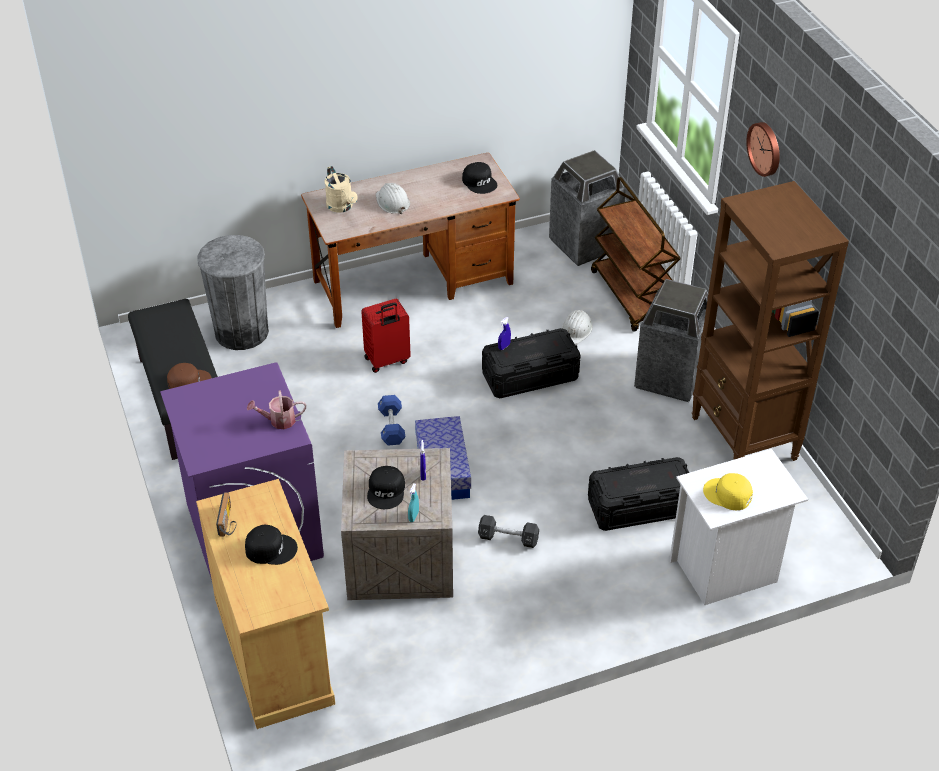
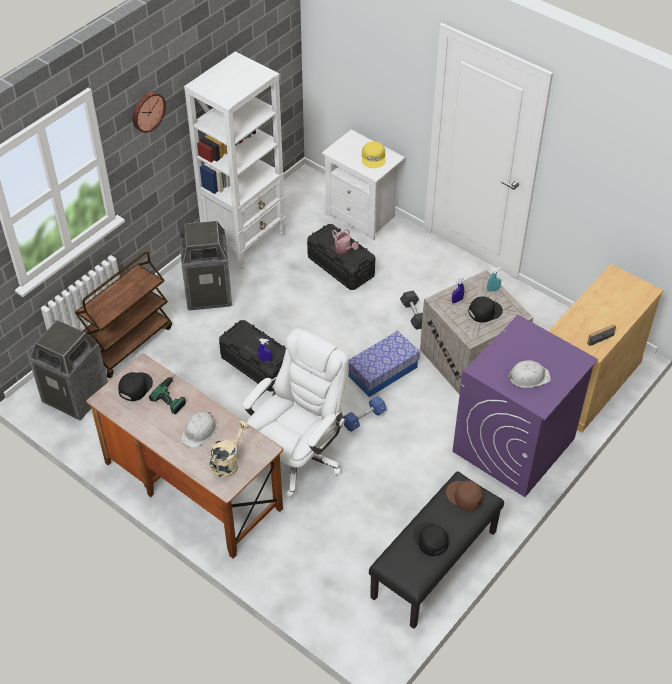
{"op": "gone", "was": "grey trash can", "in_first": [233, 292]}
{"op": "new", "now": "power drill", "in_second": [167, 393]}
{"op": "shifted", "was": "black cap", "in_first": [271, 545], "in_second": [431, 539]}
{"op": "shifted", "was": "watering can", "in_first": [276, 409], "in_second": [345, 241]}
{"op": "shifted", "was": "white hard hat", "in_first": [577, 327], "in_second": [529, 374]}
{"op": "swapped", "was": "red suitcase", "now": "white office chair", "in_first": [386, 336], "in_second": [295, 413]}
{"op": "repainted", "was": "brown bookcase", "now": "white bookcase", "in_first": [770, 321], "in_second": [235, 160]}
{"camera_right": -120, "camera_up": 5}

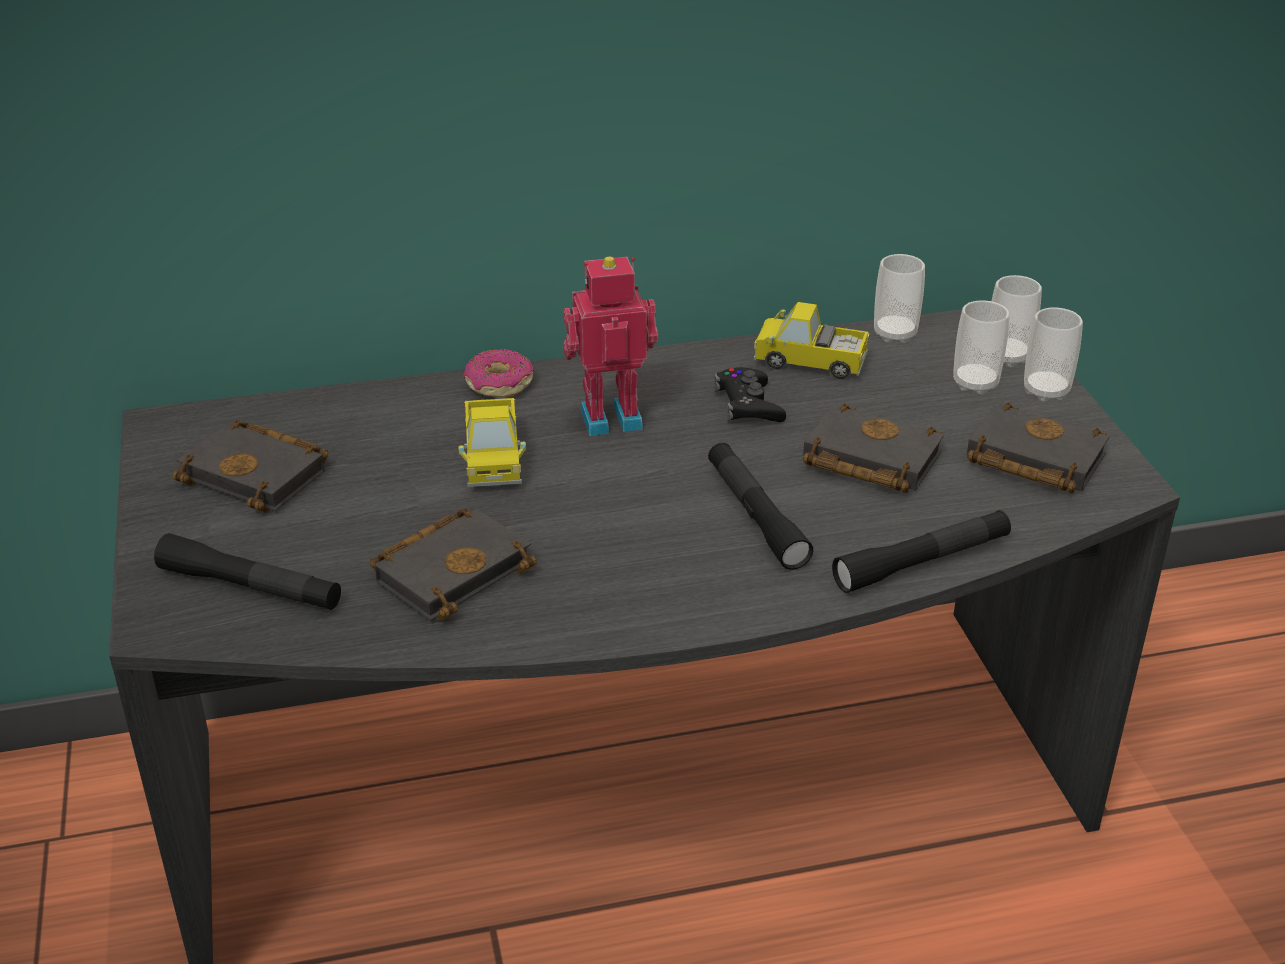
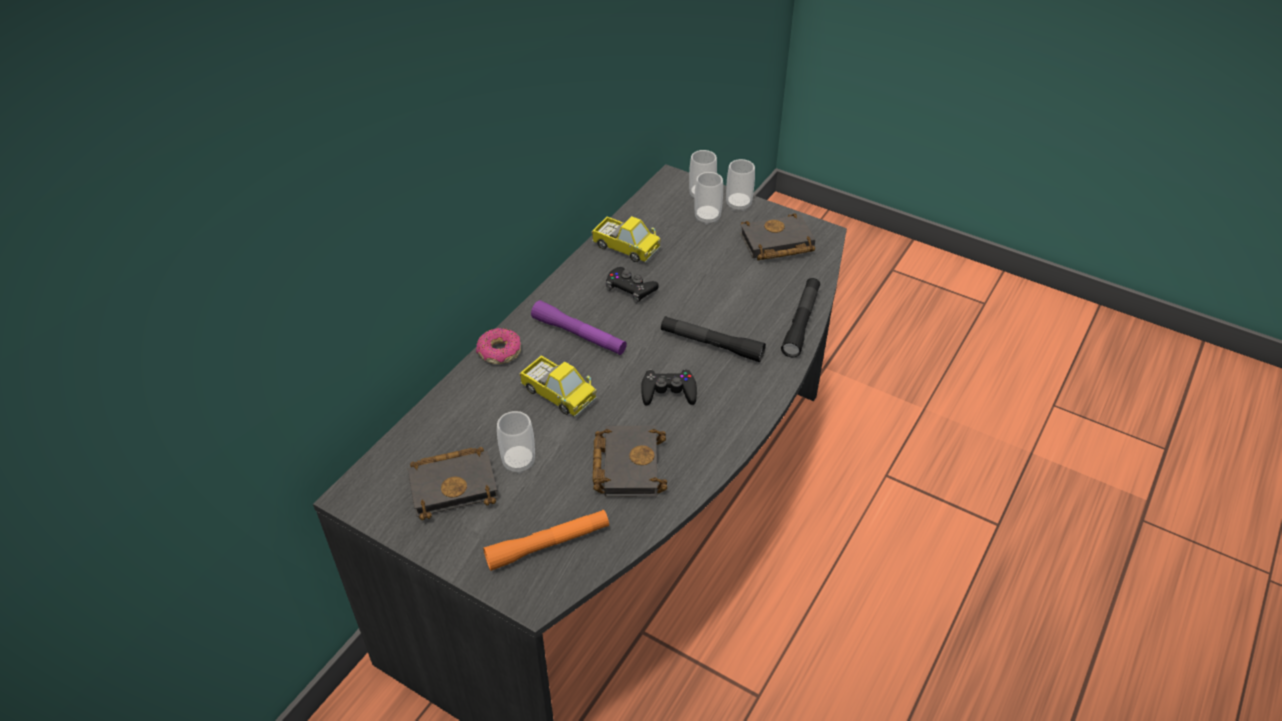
{"op": "gone", "was": "black book", "in_first": [873, 448]}
{"op": "new", "now": "black game controller", "in_second": [669, 387]}
{"op": "shifted", "was": "cup", "in_first": [899, 298], "in_second": [516, 442]}
{"op": "swapped", "was": "toy robot", "now": "purple flashlight", "in_first": [610, 346], "in_second": [579, 327]}
{"op": "repainted", "was": "black flashlight", "now": "orange flashlight", "in_first": [247, 571], "in_second": [546, 540]}
{"op": "rotated", "was": "toy truck", "in_first": [812, 340], "in_second": [626, 239], "clockwise": -120}
{"camera_right": -45, "camera_up": 10}

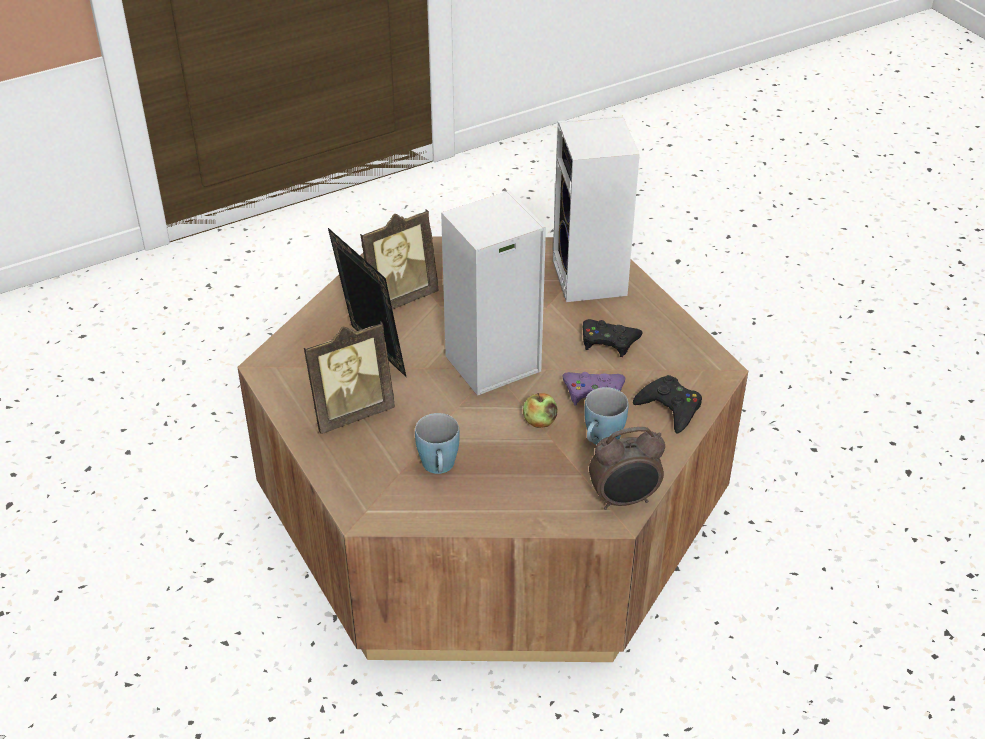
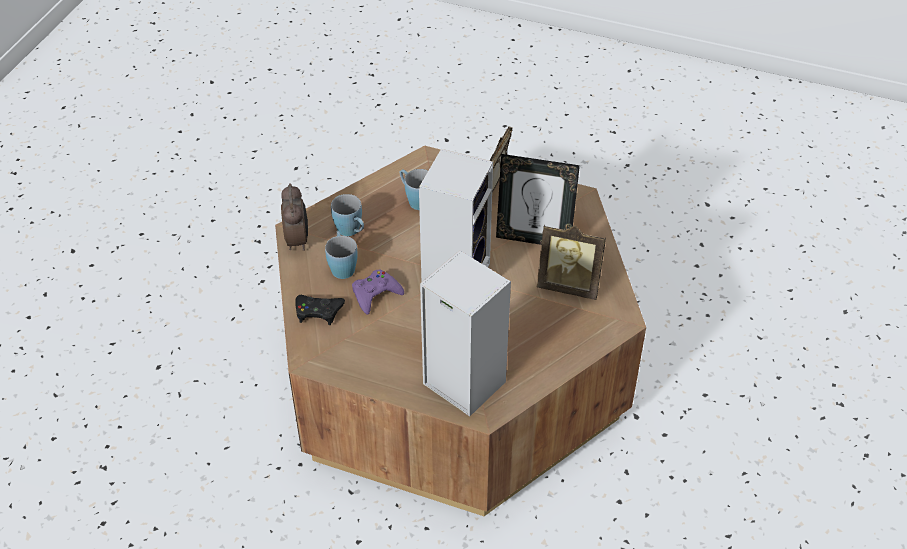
{"op": "gone", "was": "apple", "in_first": [540, 410]}
{"op": "gone", "was": "black game controller", "in_first": [613, 338]}
{"op": "new", "now": "blue mug", "in_second": [347, 215]}
{"op": "rotated", "was": "picture frame", "in_first": [399, 260], "in_second": [571, 262], "clockwise": -90}
{"op": "rotated", "was": "alarm clock", "in_first": [627, 468], "in_second": [294, 217], "clockwise": 135}
{"camera_right": 140, "camera_up": 5}

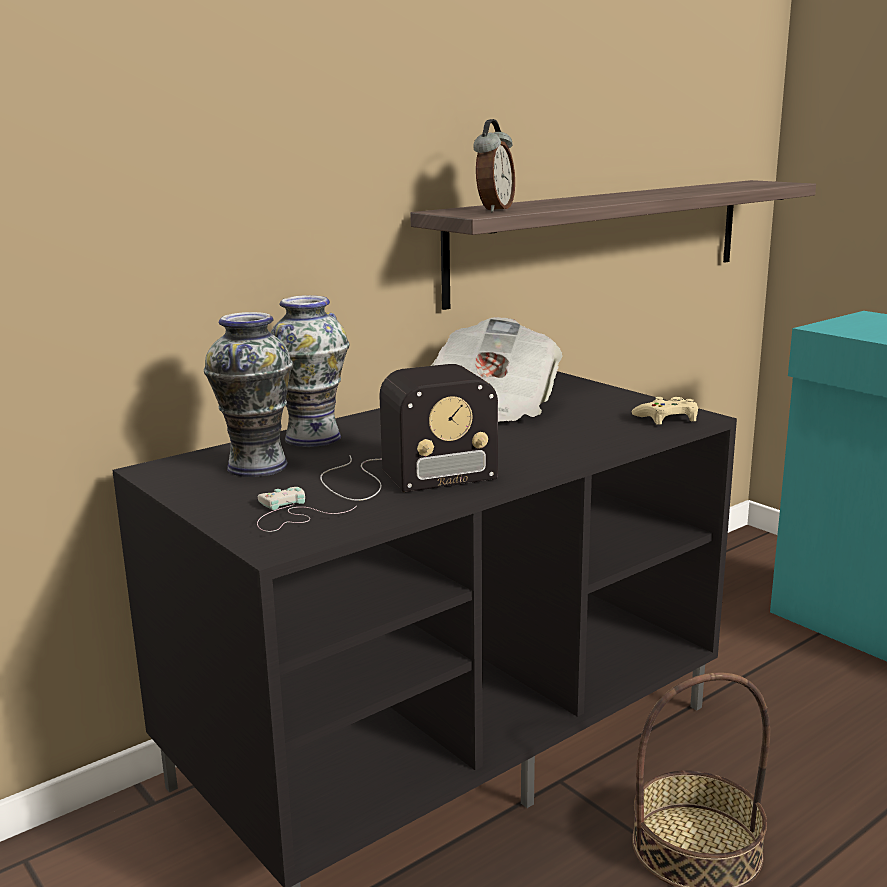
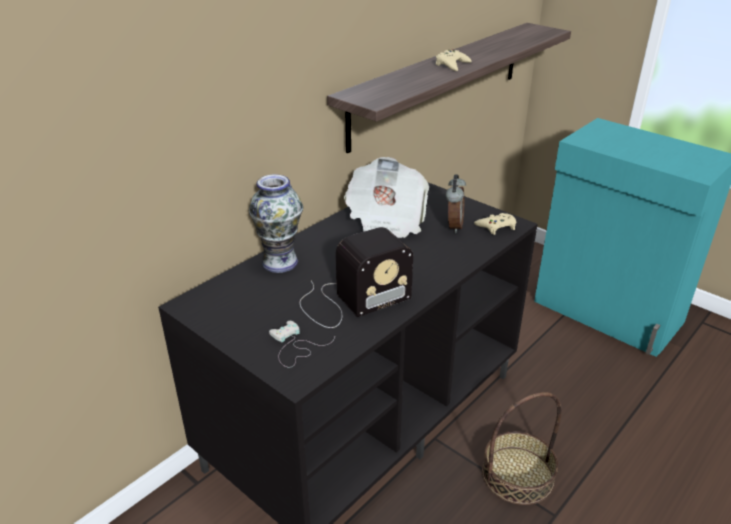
{"op": "gone", "was": "vase", "in_first": [248, 394]}
{"op": "new", "now": "beige game controller", "in_second": [454, 60]}
{"op": "shifted", "was": "alarm clock", "in_first": [494, 165], "in_second": [456, 204]}
{"camera_right": -10, "camera_up": 15}

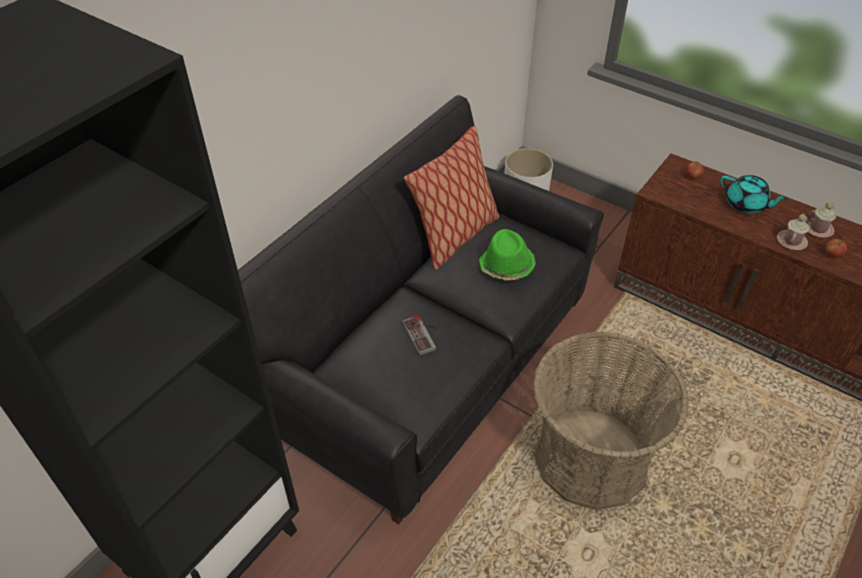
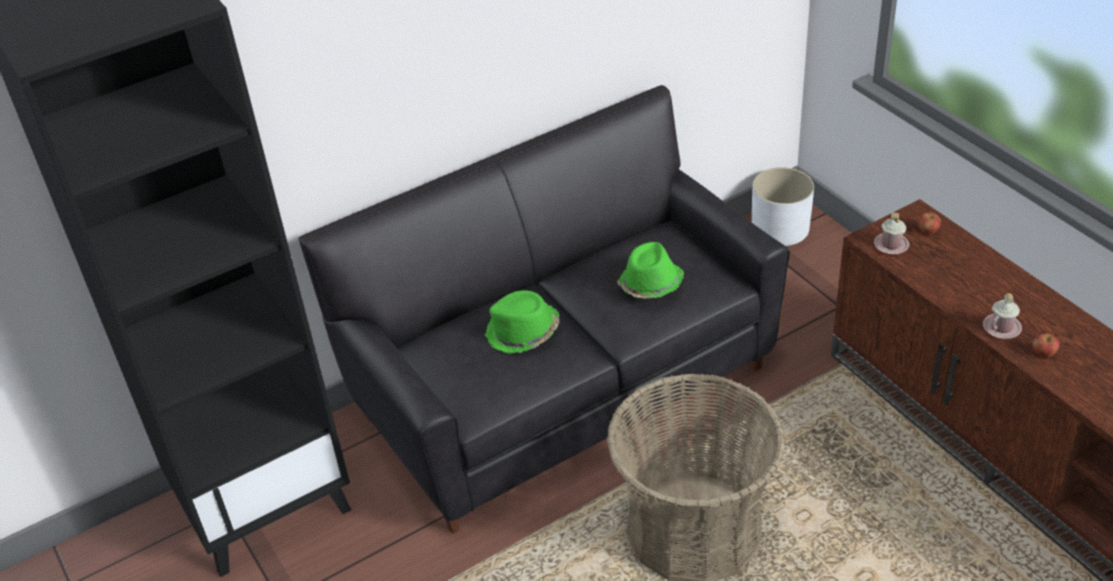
{"op": "gone", "was": "pillow", "in_first": [451, 198]}
{"op": "gone", "was": "turquoise teapot", "in_first": [754, 194]}
{"op": "shifted", "was": "pink mug", "in_first": [820, 220], "in_second": [891, 234]}
{"op": "swapped", "was": "game controller", "now": "green hat", "in_first": [419, 335], "in_second": [522, 322]}
{"camera_right": 25, "camera_up": -5}

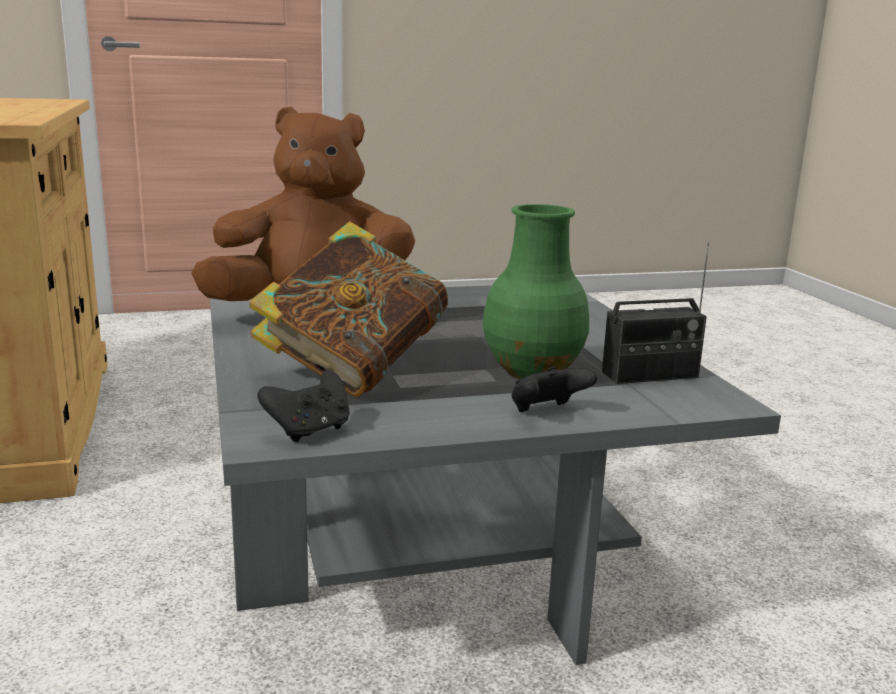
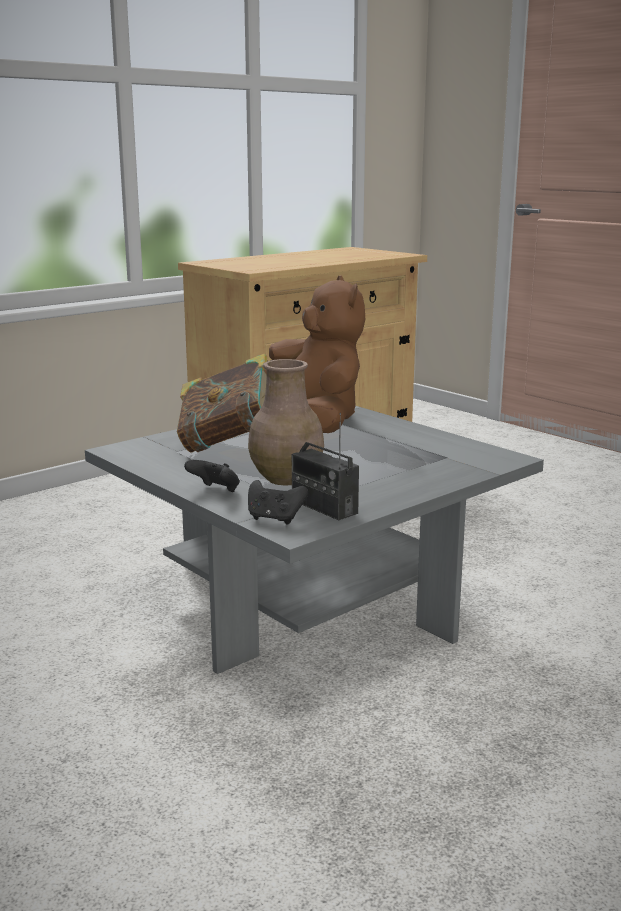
{"op": "shifted", "was": "black game controller", "in_first": [303, 406], "in_second": [278, 502]}
{"op": "repainted", "was": "green vase", "now": "brown vase", "in_first": [536, 291], "in_second": [286, 422]}
{"camera_right": 65, "camera_up": 0}

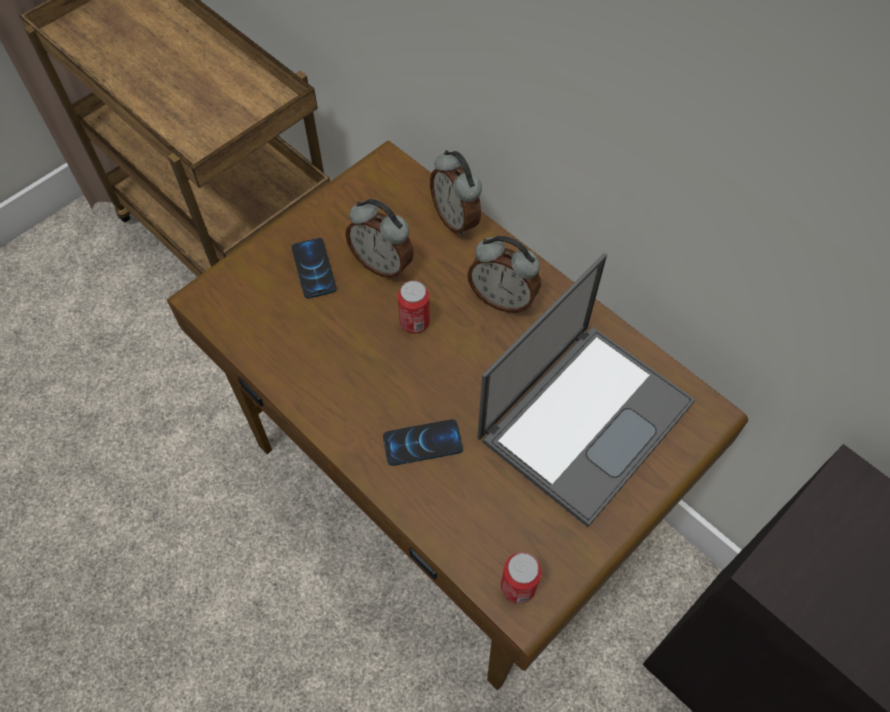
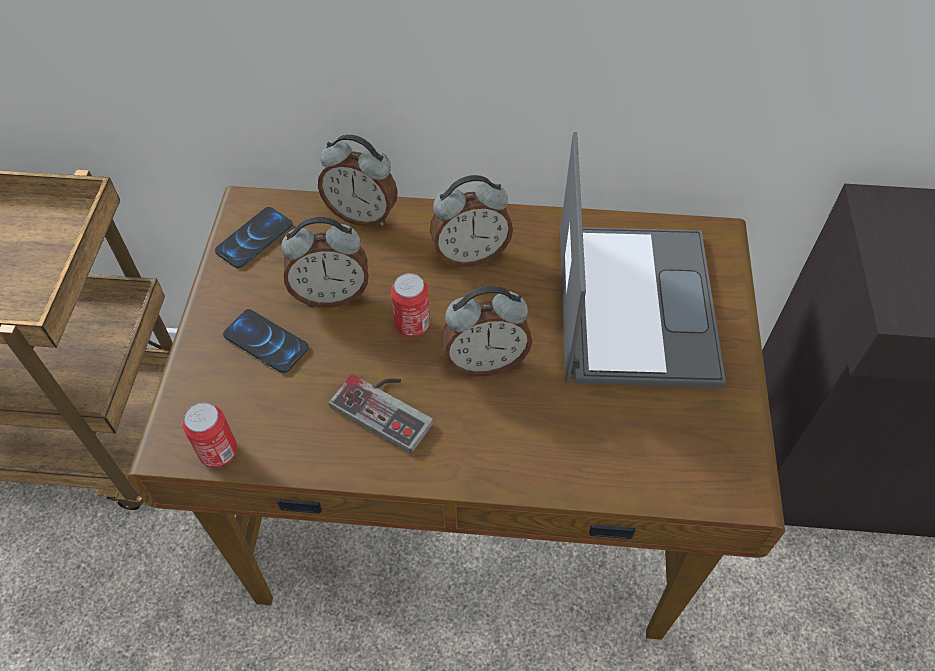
{"op": "new", "now": "game controller", "in_second": [381, 414]}
{"op": "new", "now": "alarm clock", "in_second": [486, 331]}
{"op": "shifted", "was": "phone", "in_first": [423, 442], "in_second": [254, 237]}
{"op": "shifted", "was": "can", "in_first": [521, 578], "in_second": [210, 435]}
{"camera_right": -40, "camera_up": -5}

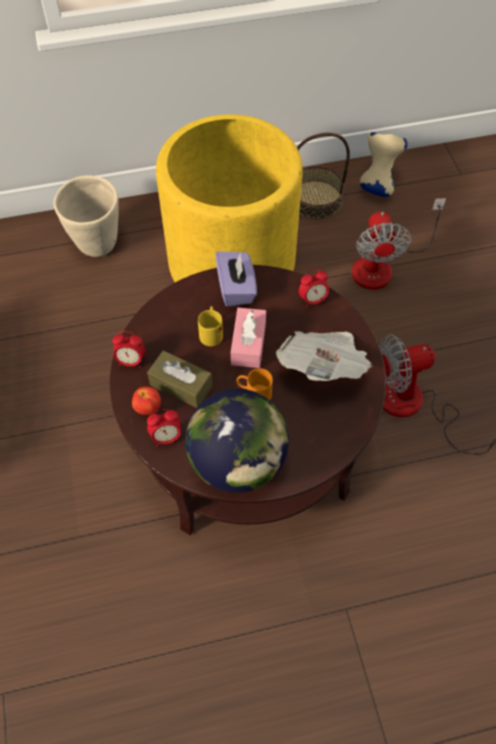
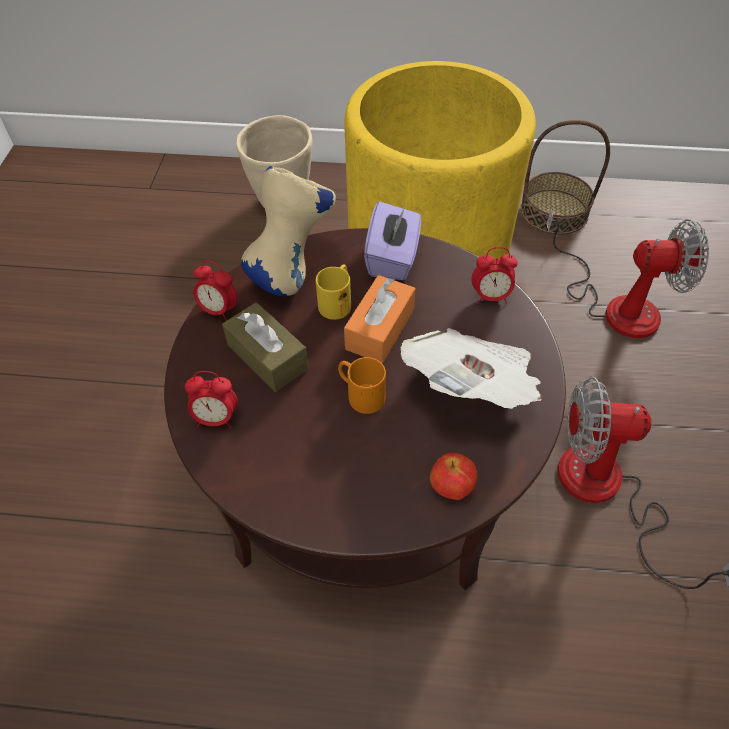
{"op": "gone", "was": "globe", "in_first": [237, 441]}
{"op": "shifted", "was": "apple", "in_first": [146, 400], "in_second": [453, 476]}
{"op": "shifted", "was": "beige vase", "in_first": [384, 164], "in_second": [288, 231]}
{"op": "repainted", "was": "pink tissue box", "now": "orange tissue box", "in_first": [248, 338], "in_second": [380, 319]}
{"op": "rotated", "was": "fan", "in_first": [399, 244], "in_second": [628, 273], "clockwise": -105}
{"camera_right": 20, "camera_up": -5}

